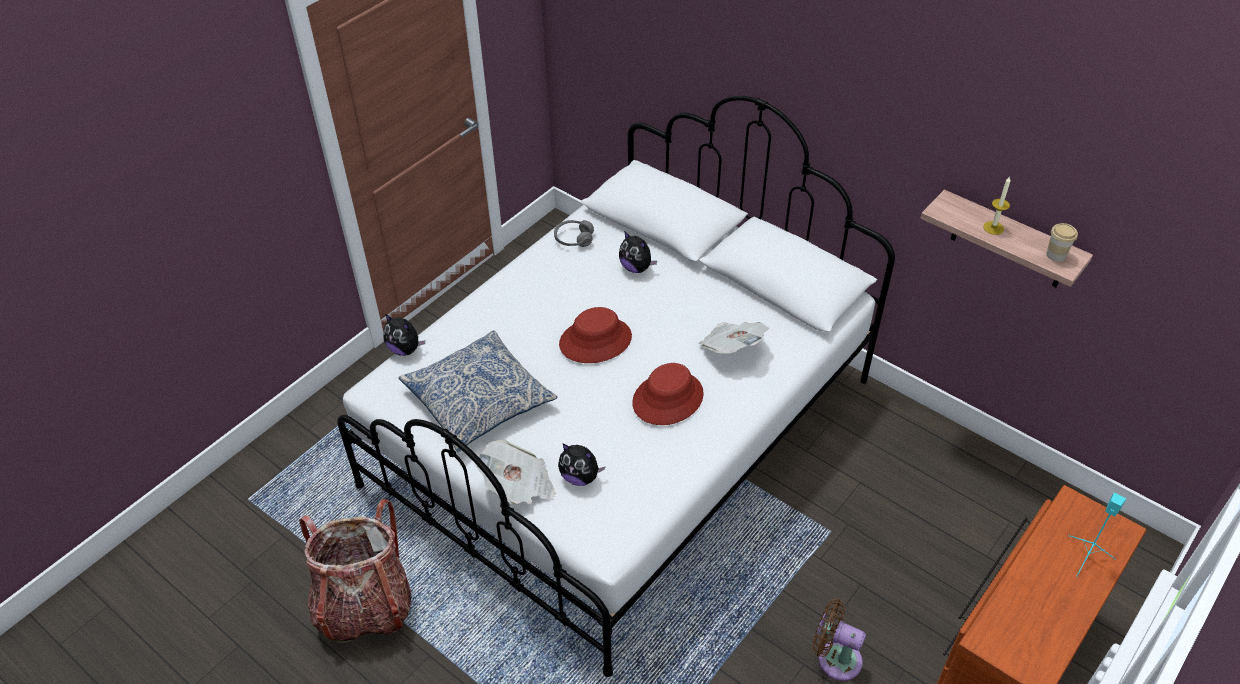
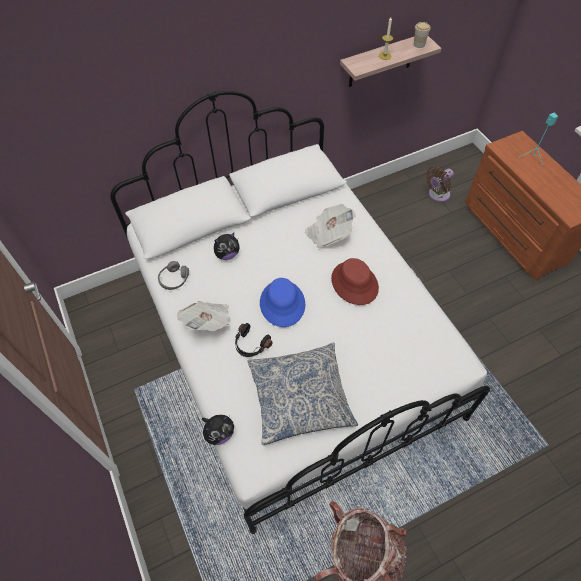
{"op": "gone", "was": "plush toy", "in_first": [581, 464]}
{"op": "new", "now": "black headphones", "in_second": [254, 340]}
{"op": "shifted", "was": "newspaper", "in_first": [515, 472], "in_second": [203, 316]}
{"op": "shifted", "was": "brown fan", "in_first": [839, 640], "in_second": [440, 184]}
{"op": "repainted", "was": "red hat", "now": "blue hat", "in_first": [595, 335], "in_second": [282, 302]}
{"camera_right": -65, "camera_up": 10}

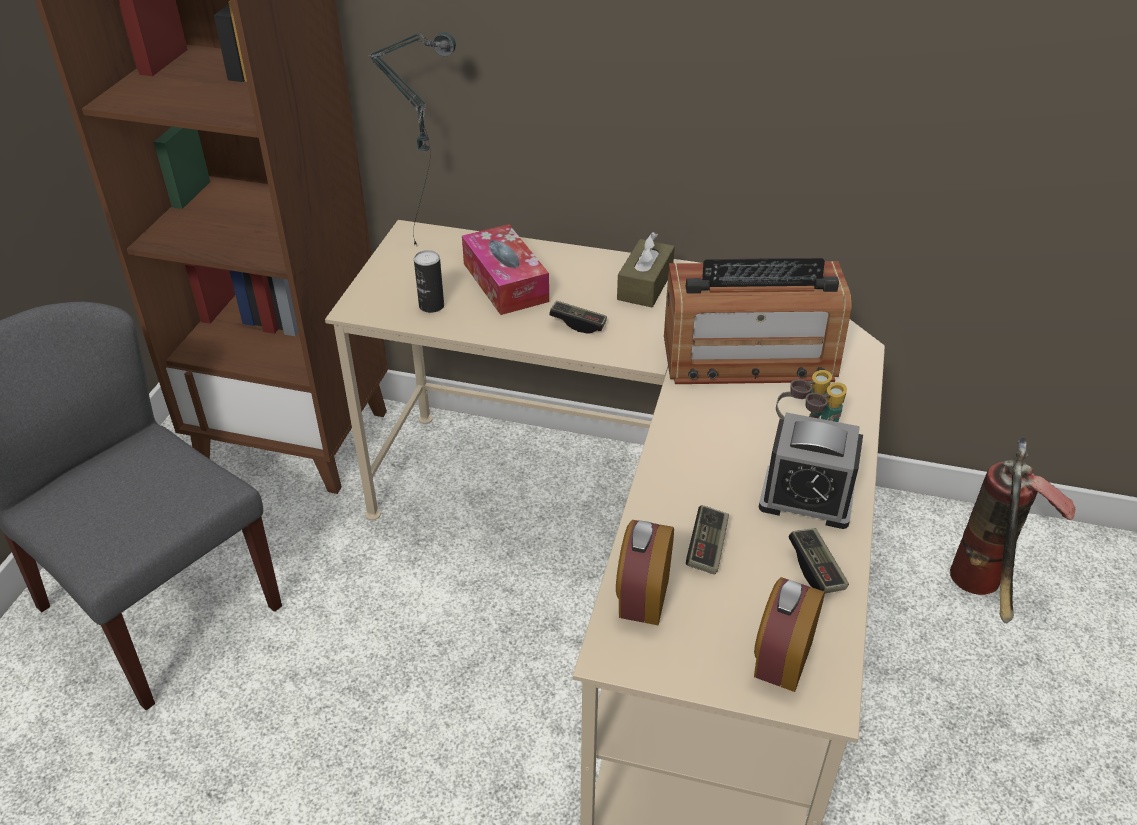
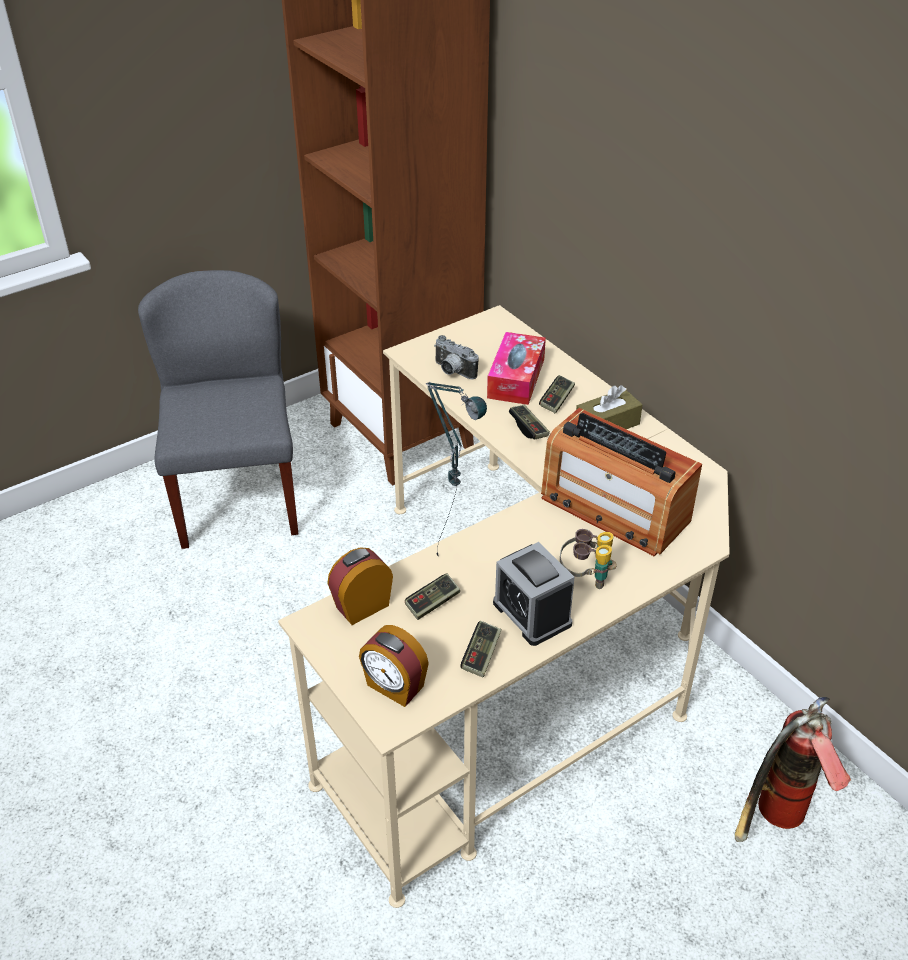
{"op": "new", "now": "game controller", "in_second": [557, 394]}
{"op": "shifted", "was": "table lamp", "in_first": [412, 139], "in_second": [456, 469]}
{"op": "swapped", "was": "can", "now": "photo camera", "in_first": [429, 281], "in_second": [456, 357]}
{"op": "rotated", "was": "alarm clock", "in_first": [789, 634], "in_second": [394, 666], "clockwise": -120}
{"camera_right": 40, "camera_up": 0}

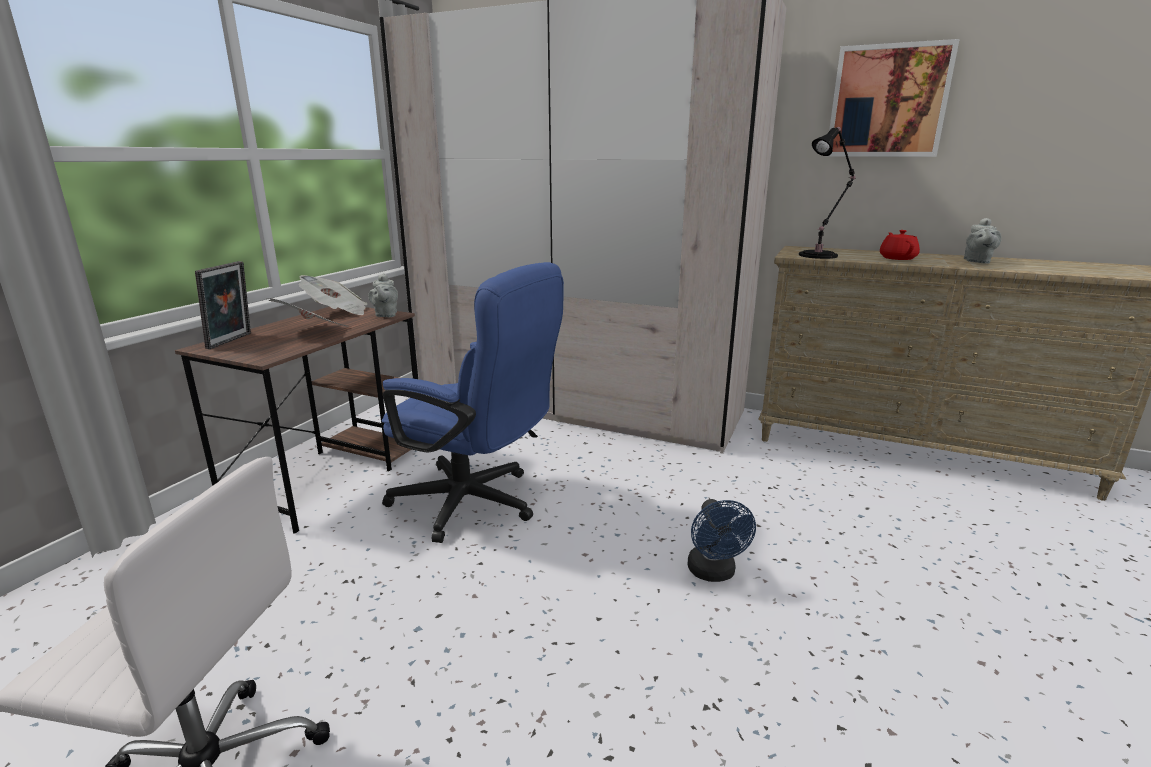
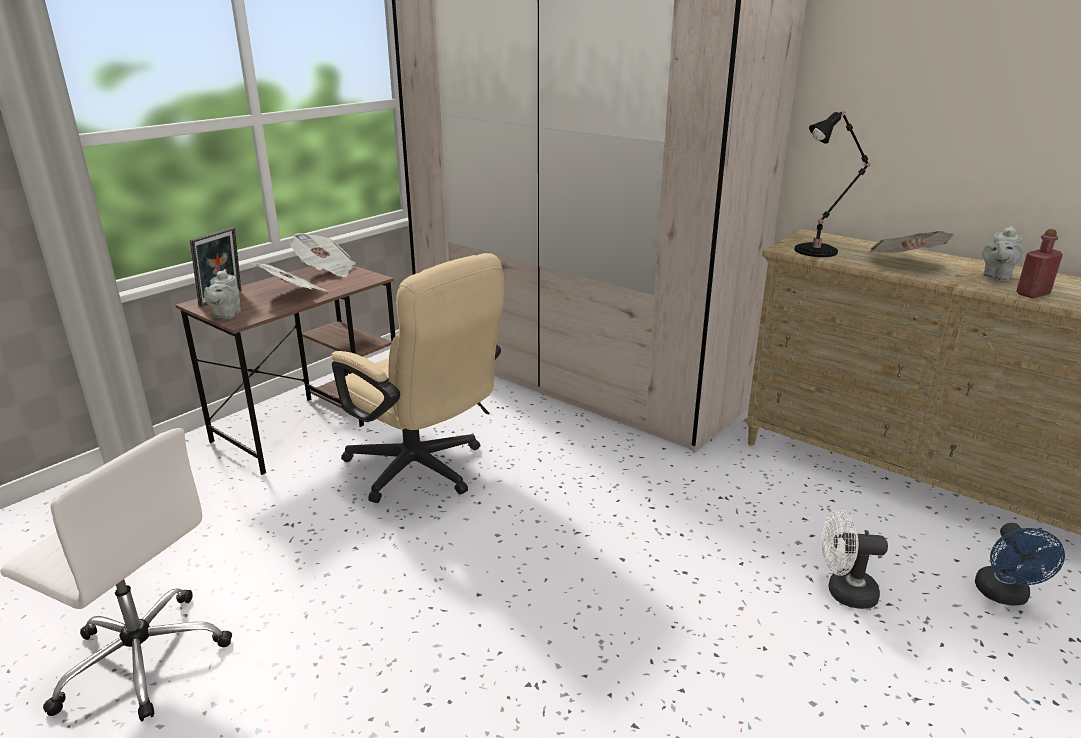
{"op": "gone", "was": "picture", "in_first": [892, 98]}
{"op": "new", "now": "white fan", "in_second": [854, 559]}
{"op": "new", "now": "red bottle", "in_second": [1039, 263]}
{"op": "shifted", "was": "grey teapot", "in_first": [383, 295], "in_second": [222, 294]}
{"op": "shifted", "was": "blue fan", "in_first": [722, 540], "in_second": [1020, 564]}
{"op": "swapped", "was": "red teapot", "now": "newspaper", "in_first": [900, 245], "in_second": [911, 242]}
{"op": "repainted", "was": "blue office chair", "now": "beige office chair", "in_first": [473, 402], "in_second": [418, 378]}
{"camera_right": 15, "camera_up": 5}

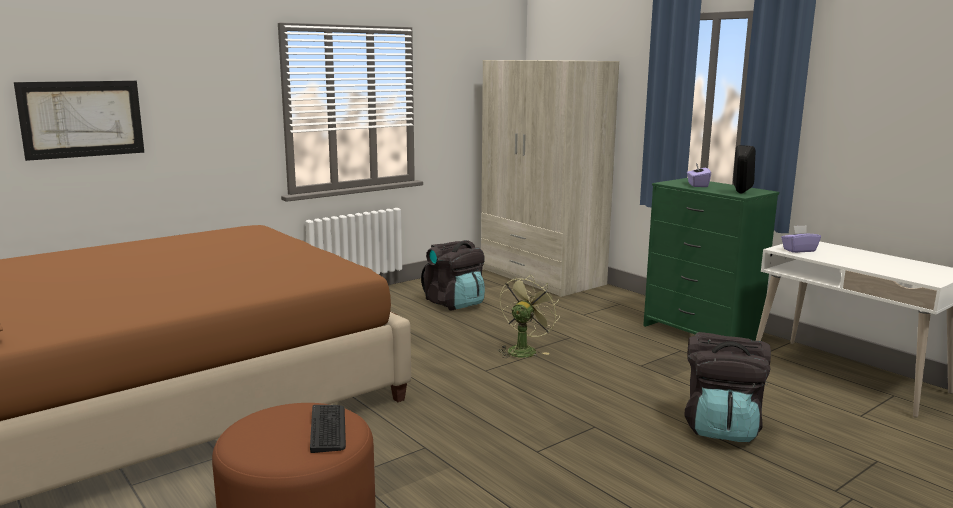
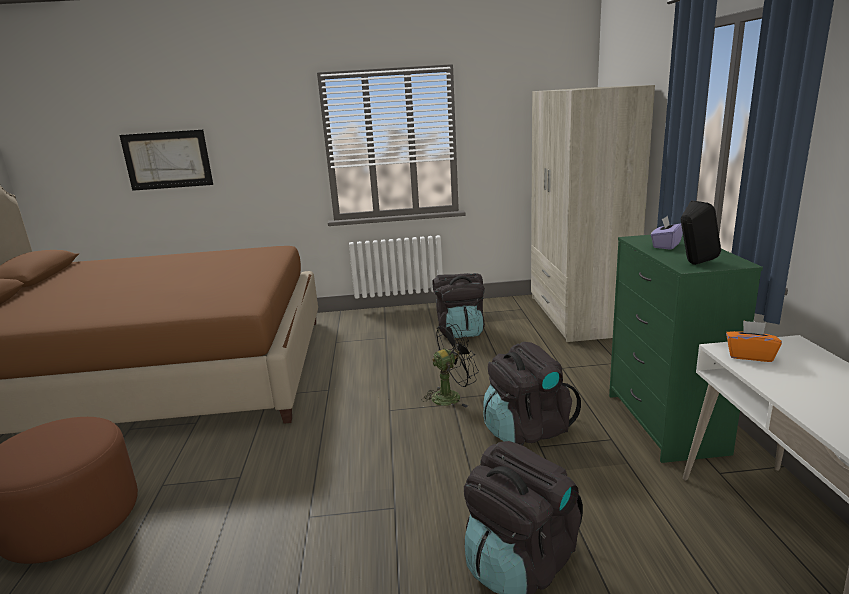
{"op": "gone", "was": "keyboard", "in_first": [328, 429]}
{"op": "new", "now": "black backpack", "in_second": [532, 394]}
{"op": "repainted", "was": "green fan", "now": "black fan", "in_first": [529, 316], "in_second": [450, 365]}
{"op": "repainted", "was": "purple tissue box", "now": "orange tissue box", "in_first": [801, 239], "in_second": [754, 341]}
{"camera_right": 35, "camera_up": 5}

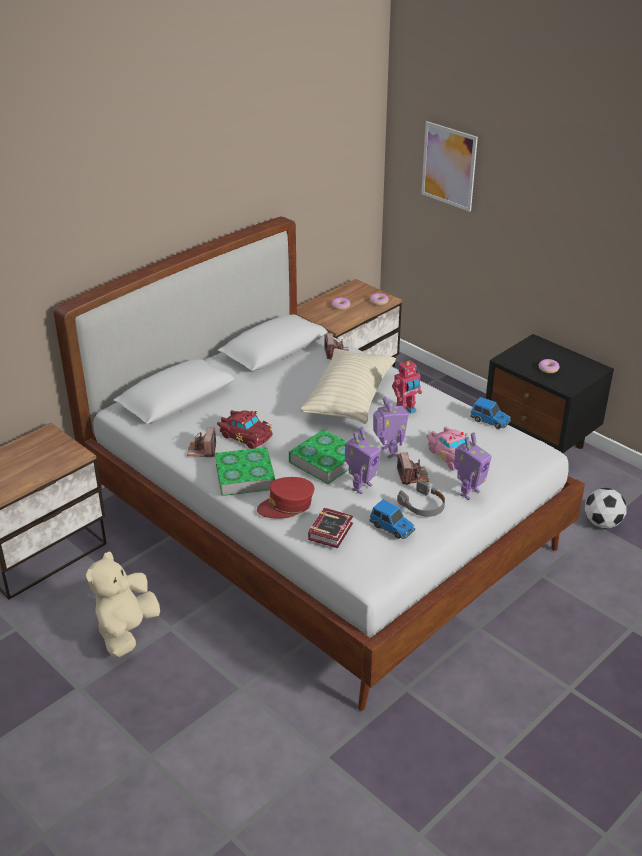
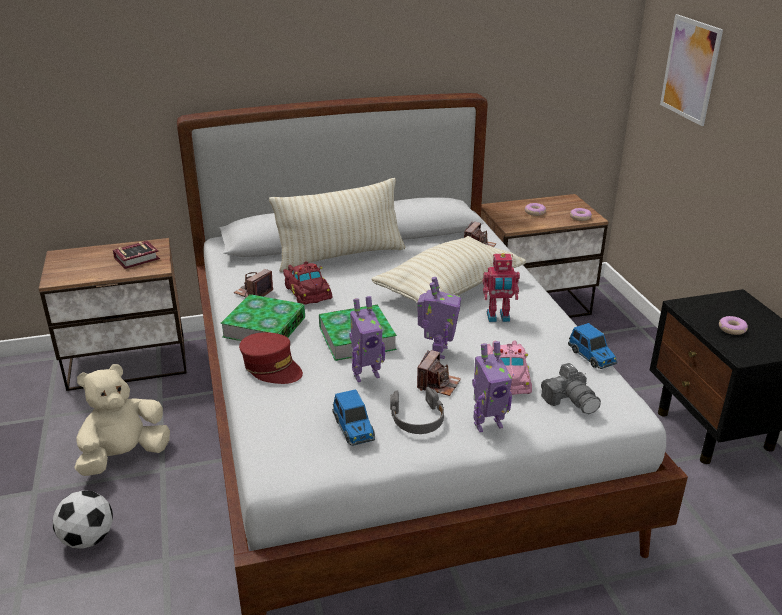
{"op": "new", "now": "beige pillow", "in_second": [337, 225]}
{"op": "new", "now": "photo camera", "in_second": [571, 388]}
{"op": "shifted", "was": "book", "in_first": [330, 528], "in_second": [136, 255]}
{"op": "shifted", "was": "football", "in_first": [606, 508], "in_second": [83, 519]}
{"op": "rotated", "was": "red cap", "in_first": [285, 498], "in_second": [271, 358], "clockwise": -150}
{"camera_right": 30, "camera_up": -5}

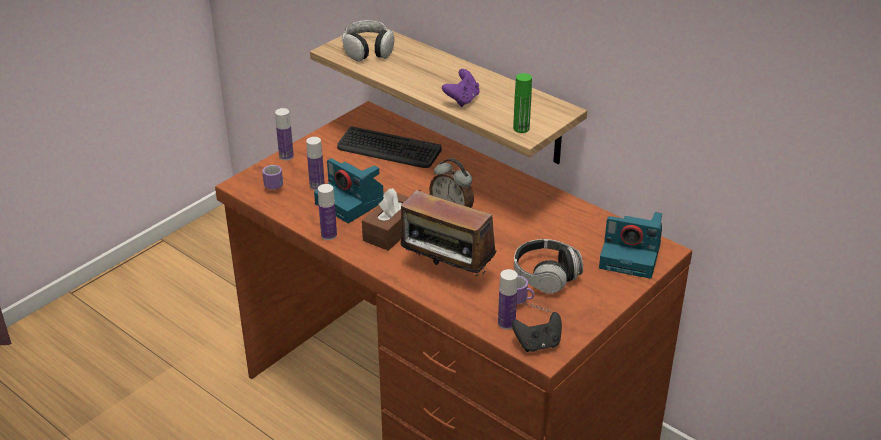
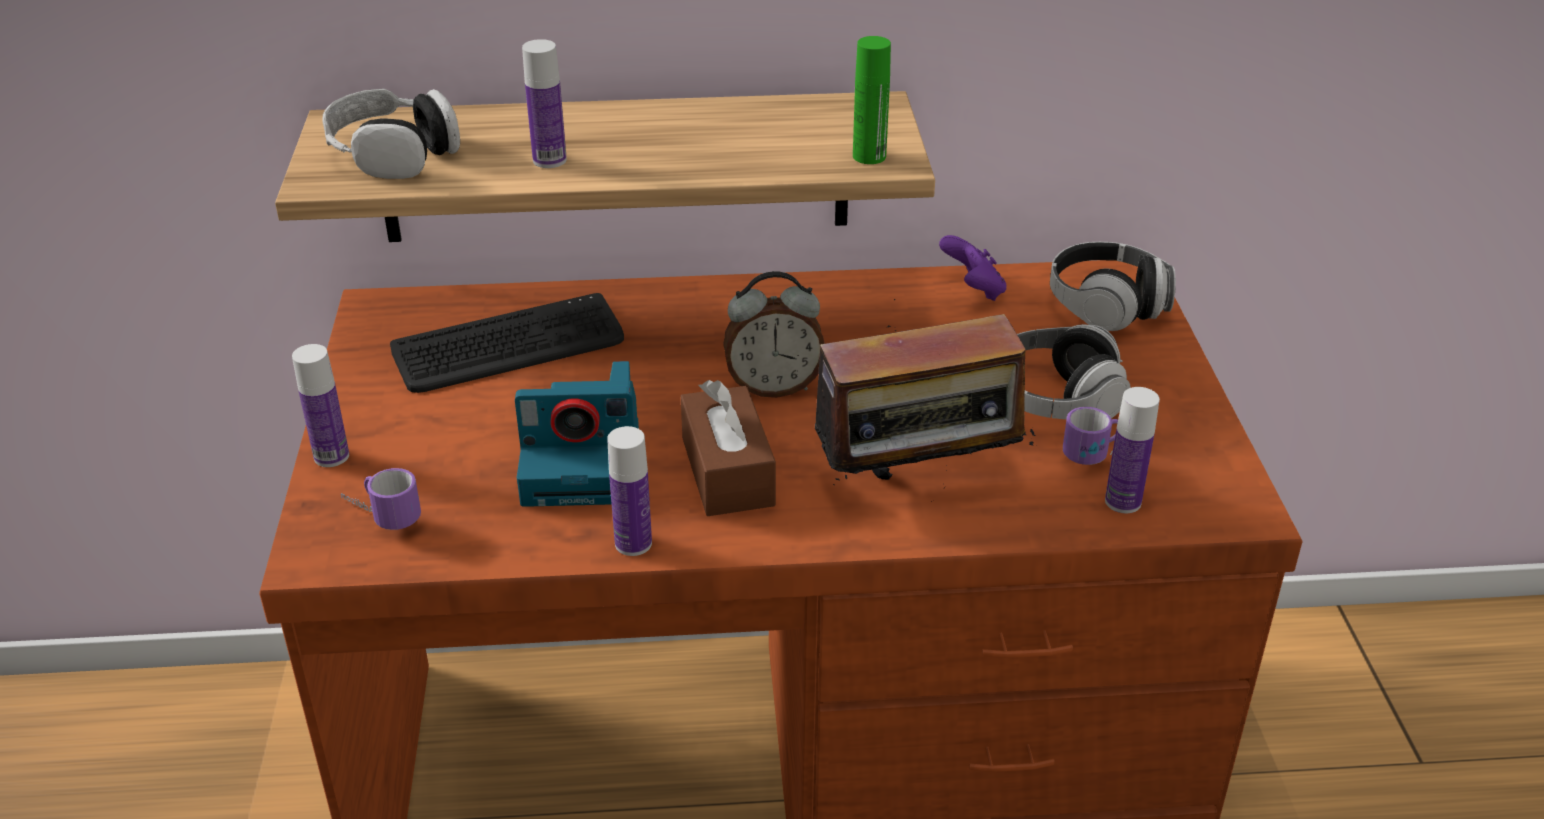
{"op": "gone", "was": "black game controller", "in_first": [537, 332]}
{"op": "shifted", "was": "bottle", "in_first": [315, 163], "in_second": [544, 103]}
{"op": "shifted", "was": "purple game controller", "in_first": [461, 88], "in_second": [972, 268]}
{"op": "swapped", "was": "photo camera", "now": "headphones", "in_first": [630, 245], "in_second": [1113, 286]}
{"camera_right": -45, "camera_up": 0}

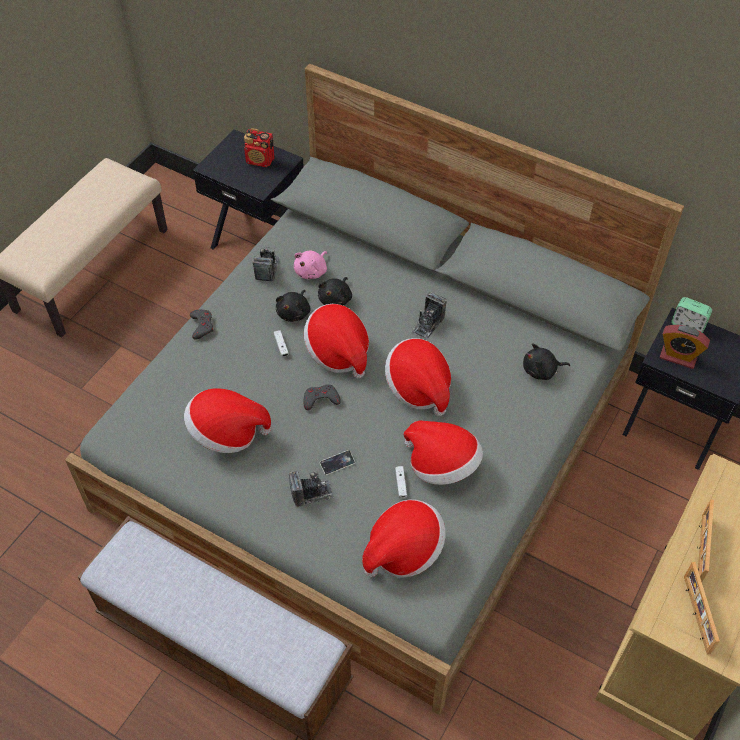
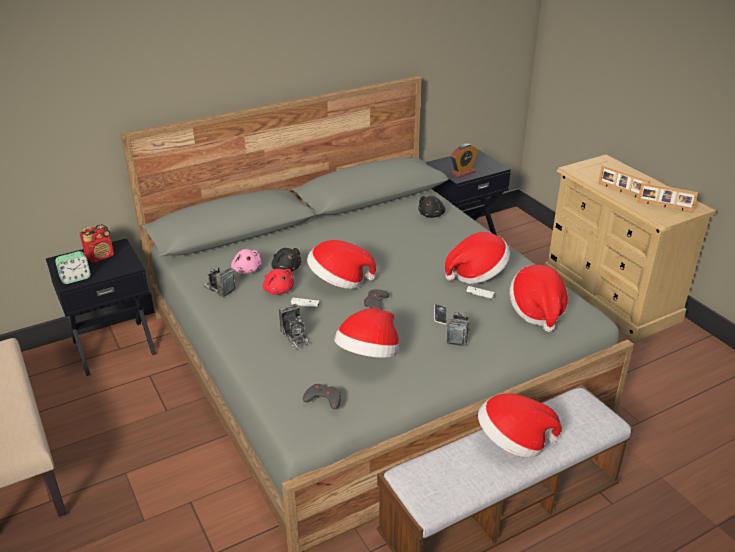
{"op": "shifted", "was": "grey game controller", "in_first": [201, 325], "in_second": [322, 396]}
{"op": "shifted", "was": "hat", "in_first": [418, 377], "in_second": [520, 426]}
{"op": "shifted", "was": "photo camera", "in_first": [429, 315], "in_second": [294, 326]}
{"op": "shifted", "was": "alarm clock", "in_first": [691, 315], "in_second": [73, 267]}
{"op": "repainted", "was": "black plush toy", "now": "red plush toy", "in_first": [293, 306], "in_second": [278, 282]}
{"camera_right": -60, "camera_up": -20}

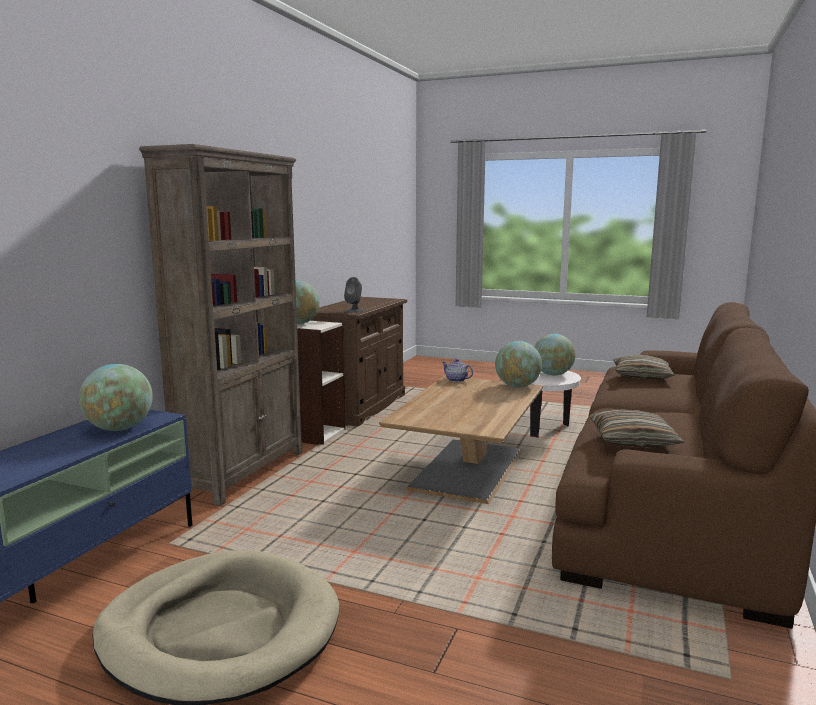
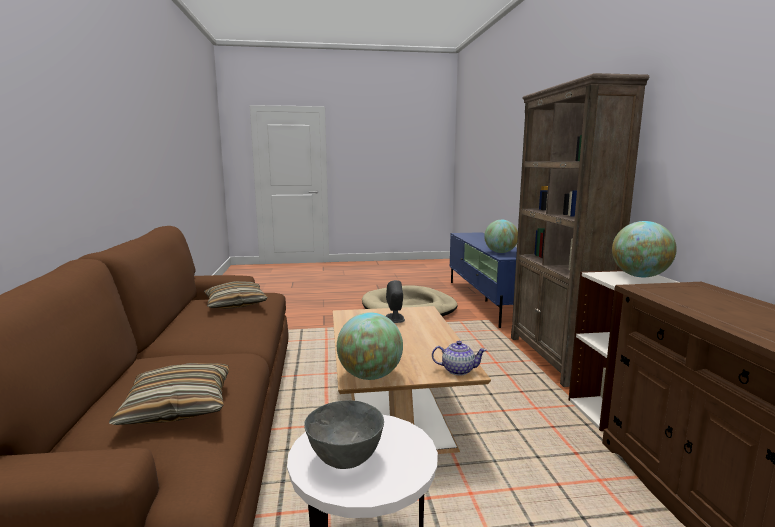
{"op": "shifted", "was": "grey speaker", "in_first": [353, 295], "in_second": [395, 301]}
{"op": "swapped", "was": "globe", "now": "grey bowl", "in_first": [555, 354], "in_second": [344, 435]}
{"camera_right": 150, "camera_up": 0}

